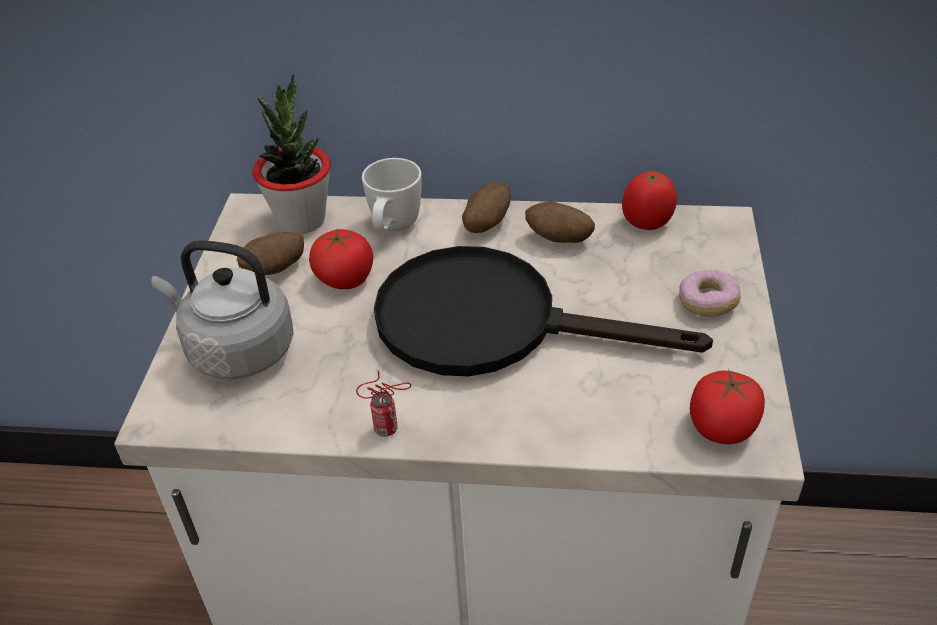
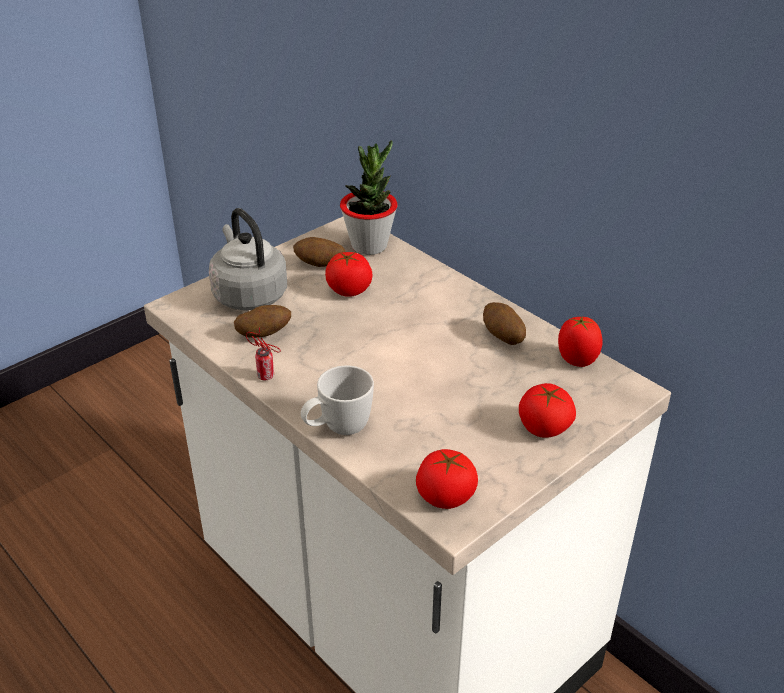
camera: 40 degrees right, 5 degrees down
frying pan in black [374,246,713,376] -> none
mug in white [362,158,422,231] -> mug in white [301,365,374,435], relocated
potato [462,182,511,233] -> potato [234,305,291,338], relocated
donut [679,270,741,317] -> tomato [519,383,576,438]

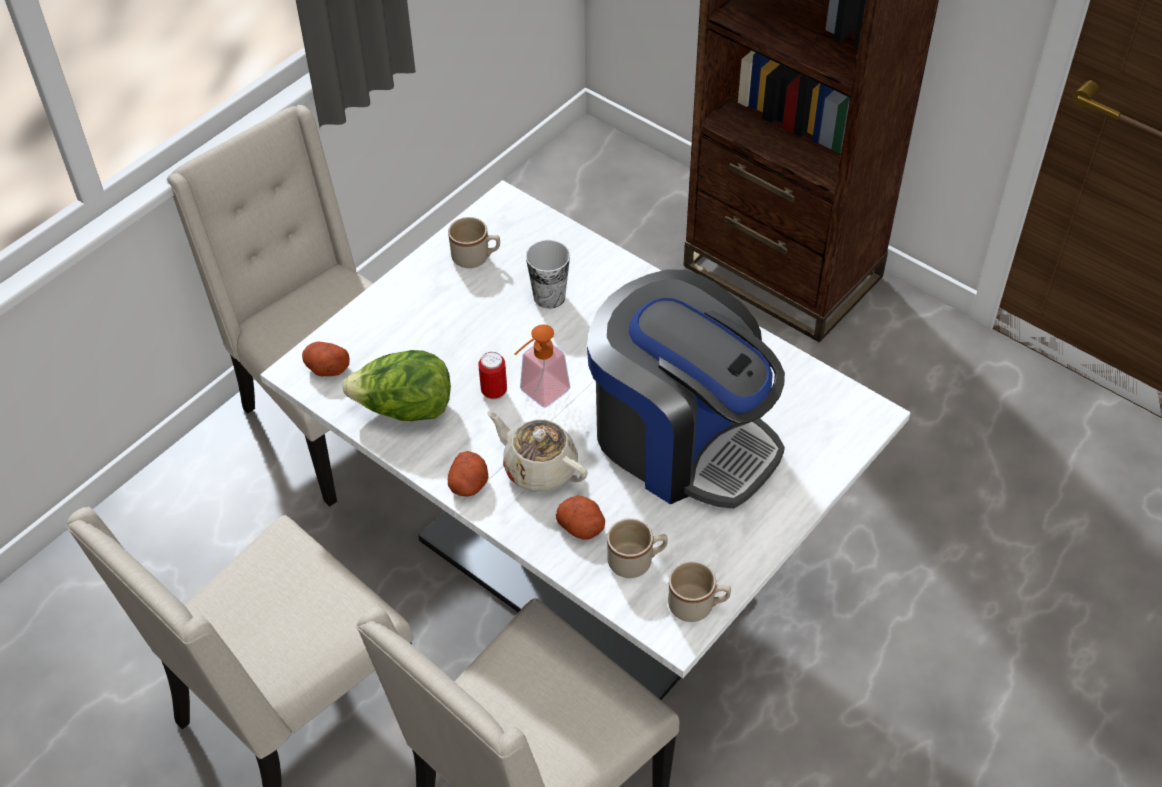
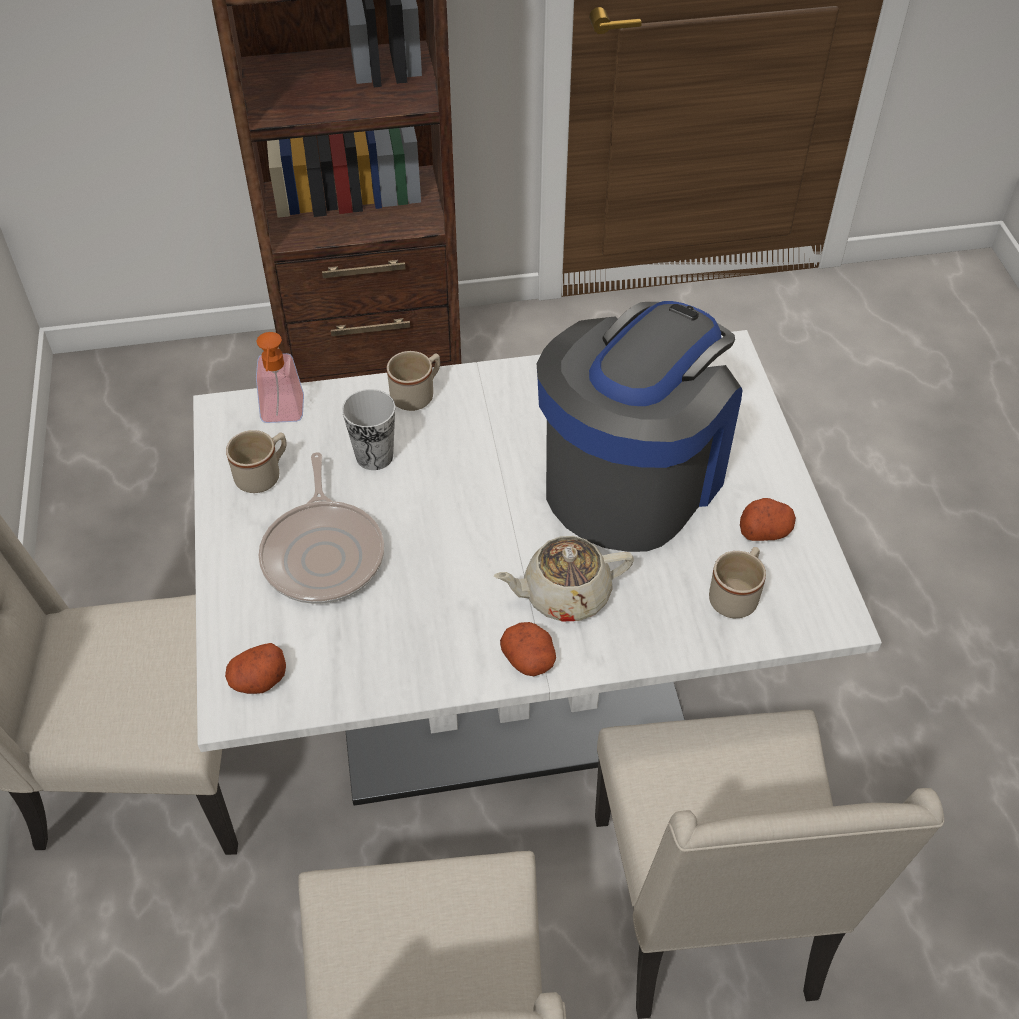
camera: 50 degrees left, 0 degrees up
lettuce [342,350,451,421] -> none
can [478,352,507,400] -> none
none -> frying pan [258,452,384,604]
soap dispenser [514,324,570,408] -> soap dispenser [256,332,304,423], relocated
potato [556,496,605,539] -> potato [740,498,796,541], relocated
mug in beige [668,561,731,622] -> mug in beige [387,351,440,411], relocated
coffee machine [587,269,785,509] -> coffee machine [536,301,743,552], 45 degrees counterclockwise

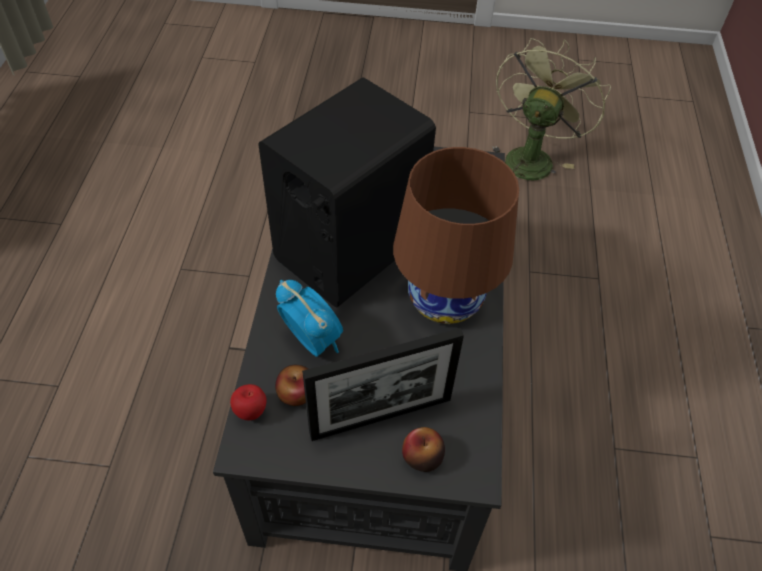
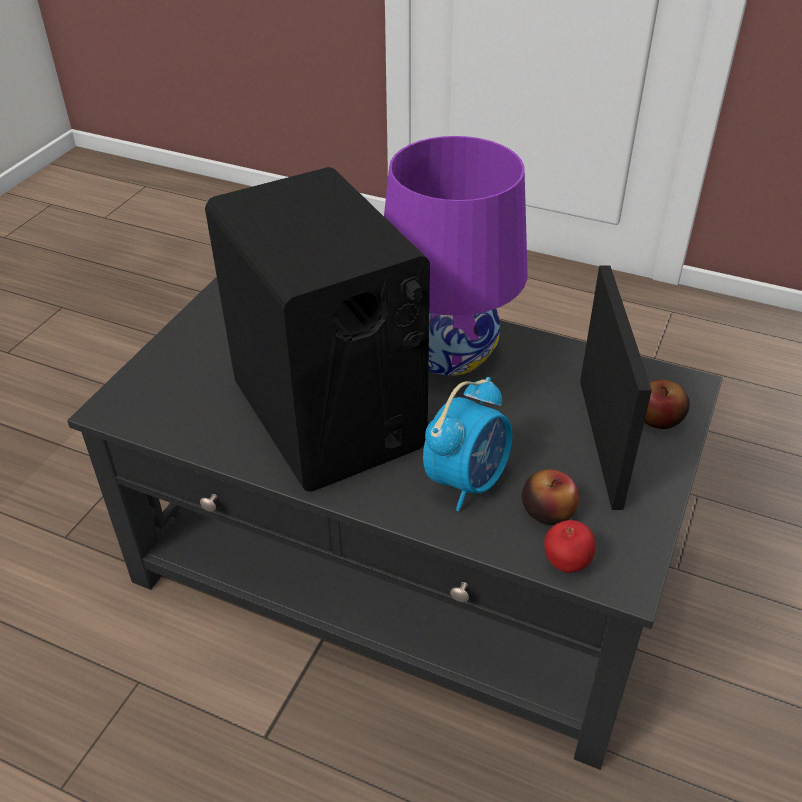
camera: 70 degrees left, 10 degrees down
fan in green [492,38,611,180] -> none
table lamp in brown [393,147,519,324] -> table lamp in purple [384,136,527,376]
alarm clock [276,280,343,357] -> alarm clock [423,377,512,511], 150 degrees clockwise

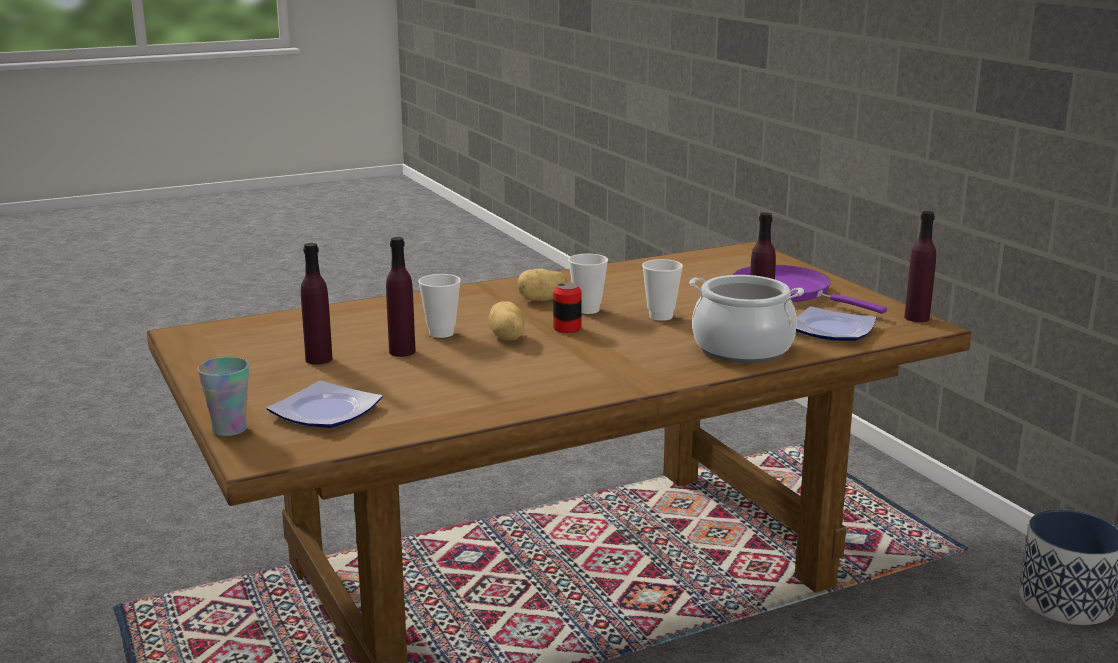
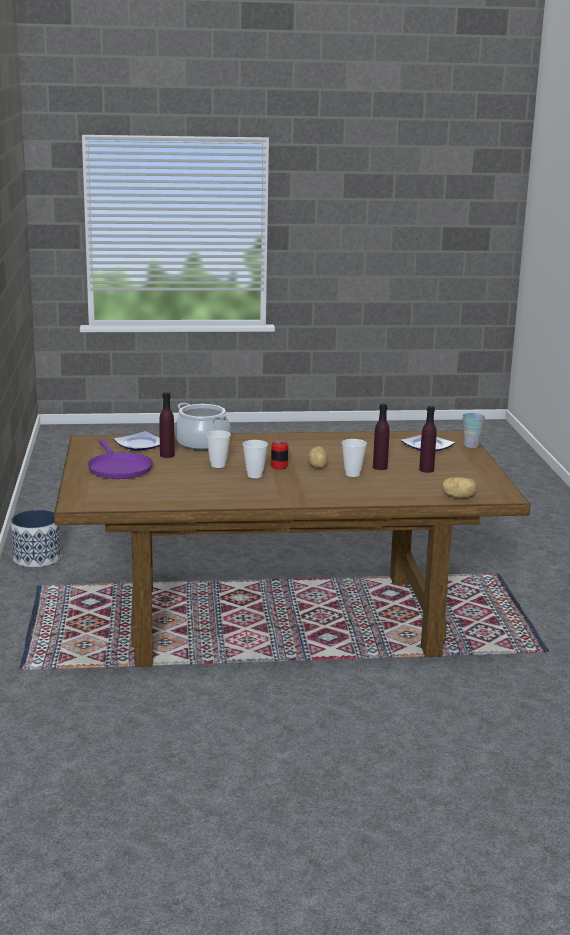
camera: 160 degrees left, 0 degrees up
bottle in purple [904,211,936,322] -> none
potato [517,269,567,301] -> potato [442,477,477,498], relocated

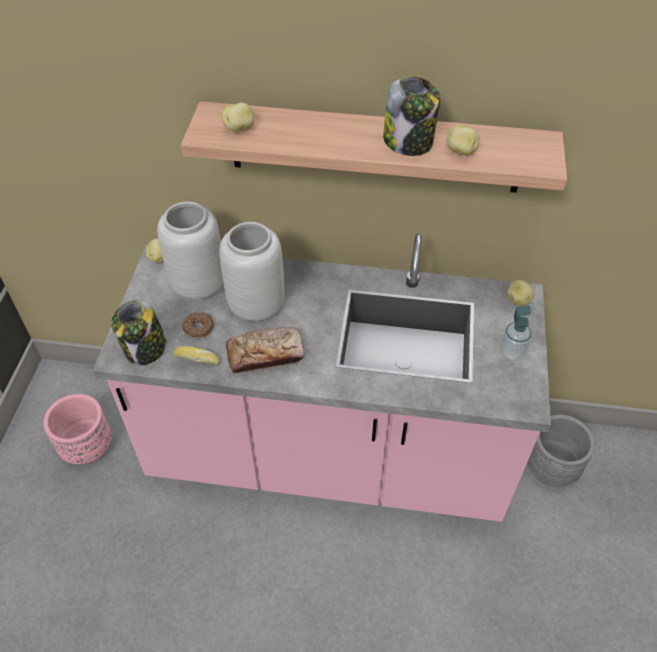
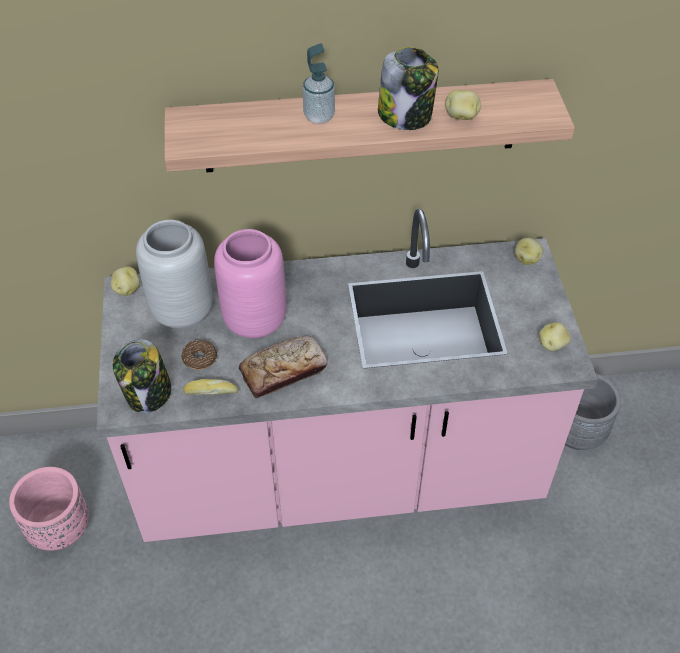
camera: 15 degrees left, 0 degrees up
potato [222,103,254,132] -> potato [539,322,571,351], relocated
soap dispenser [500,305,532,360] -> soap dispenser [303,43,335,124], relocated
vase in grey [219,222,285,321] -> vase in pink [214,229,286,338]

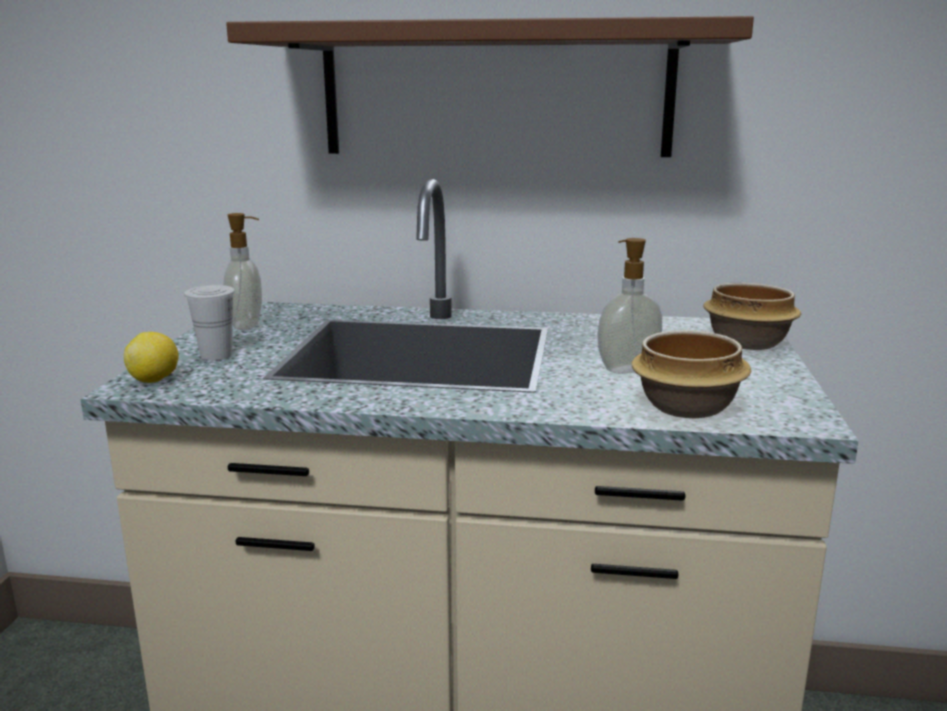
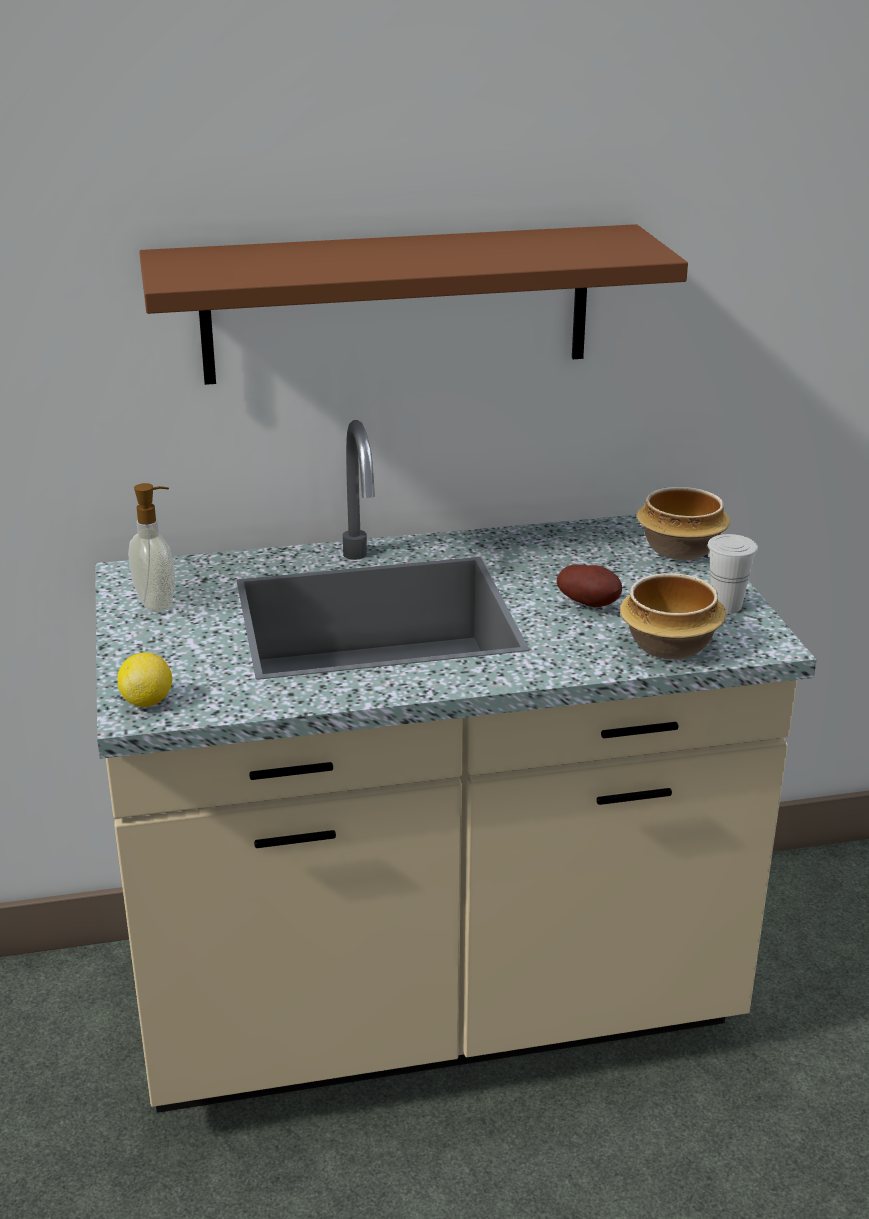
camera: 20 degrees left, 10 degrees up
cup in white [184,285,235,361] -> cup in white [708,534,758,613], relocated
soap dispenser [597,238,662,374] -> potato [557,564,622,607]

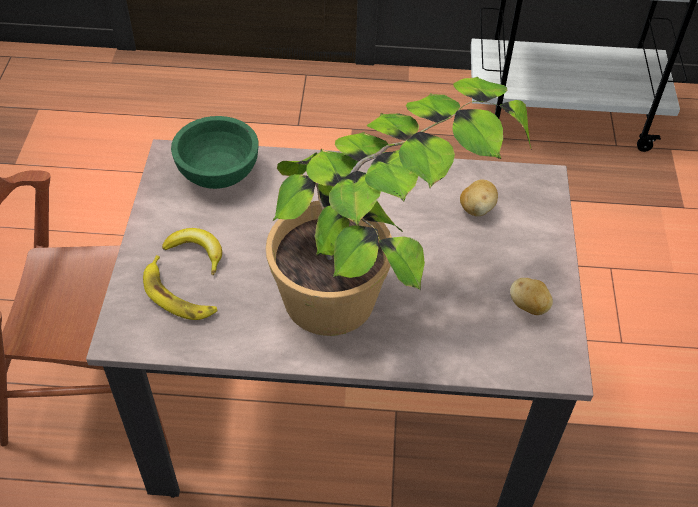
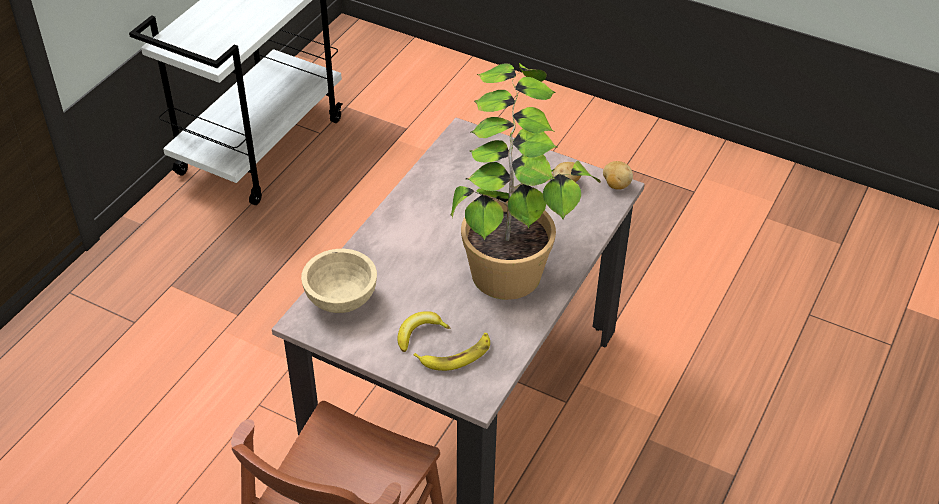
camera: 65 degrees left, 5 degrees down
potato [460,179,498,216] -> potato [603,161,633,190], relocated
bowl in green [171,116,258,189] -> bowl in beige [301,249,377,313]

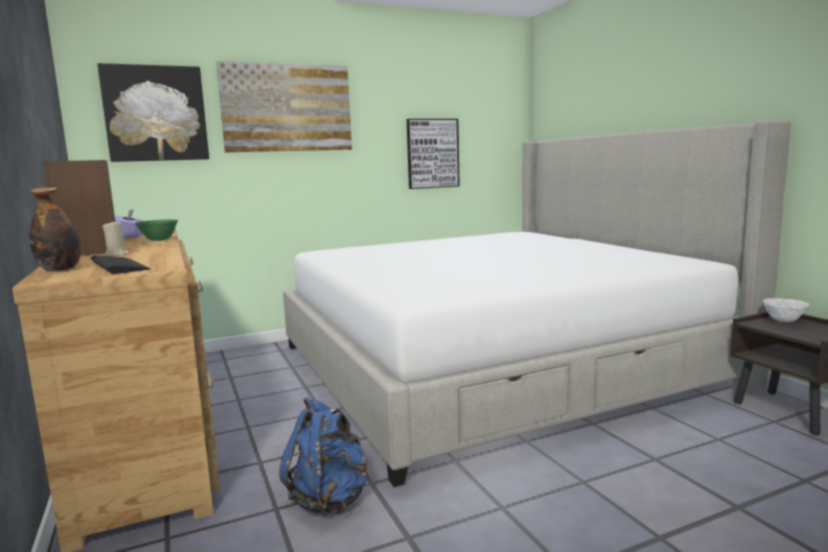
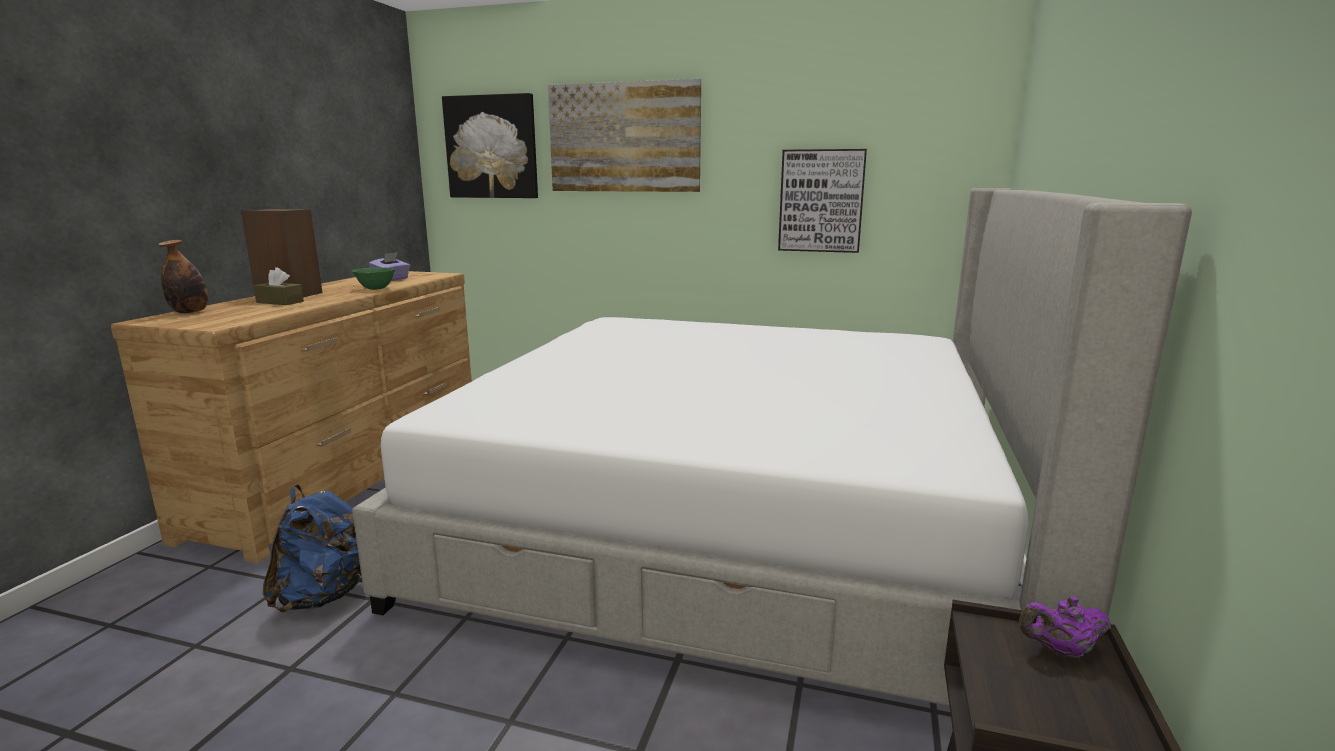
camera: 40 degrees right, 5 degrees up
keyboard [91,255,150,274] -> none
candle in beige [102,222,129,256] -> tissue box in brown [253,267,304,305]
bowl in white [763,298,809,322] -> teapot in purple [1019,596,1111,658]

